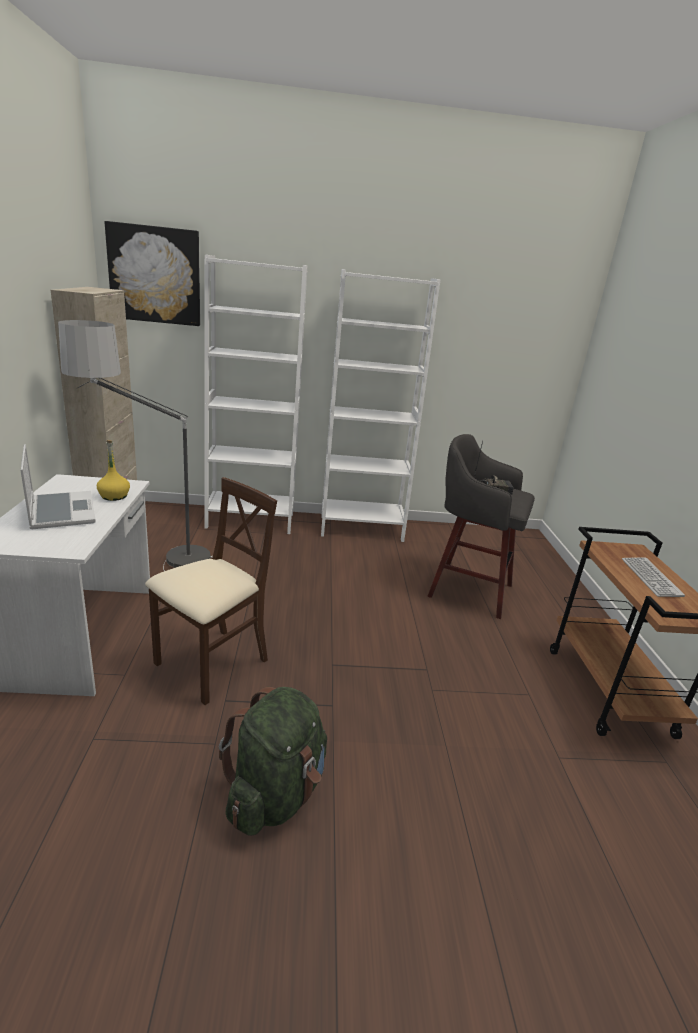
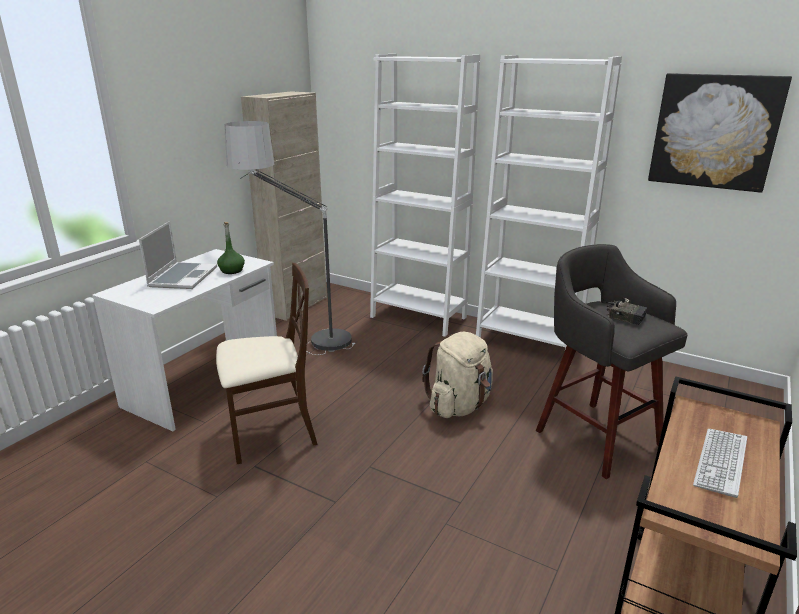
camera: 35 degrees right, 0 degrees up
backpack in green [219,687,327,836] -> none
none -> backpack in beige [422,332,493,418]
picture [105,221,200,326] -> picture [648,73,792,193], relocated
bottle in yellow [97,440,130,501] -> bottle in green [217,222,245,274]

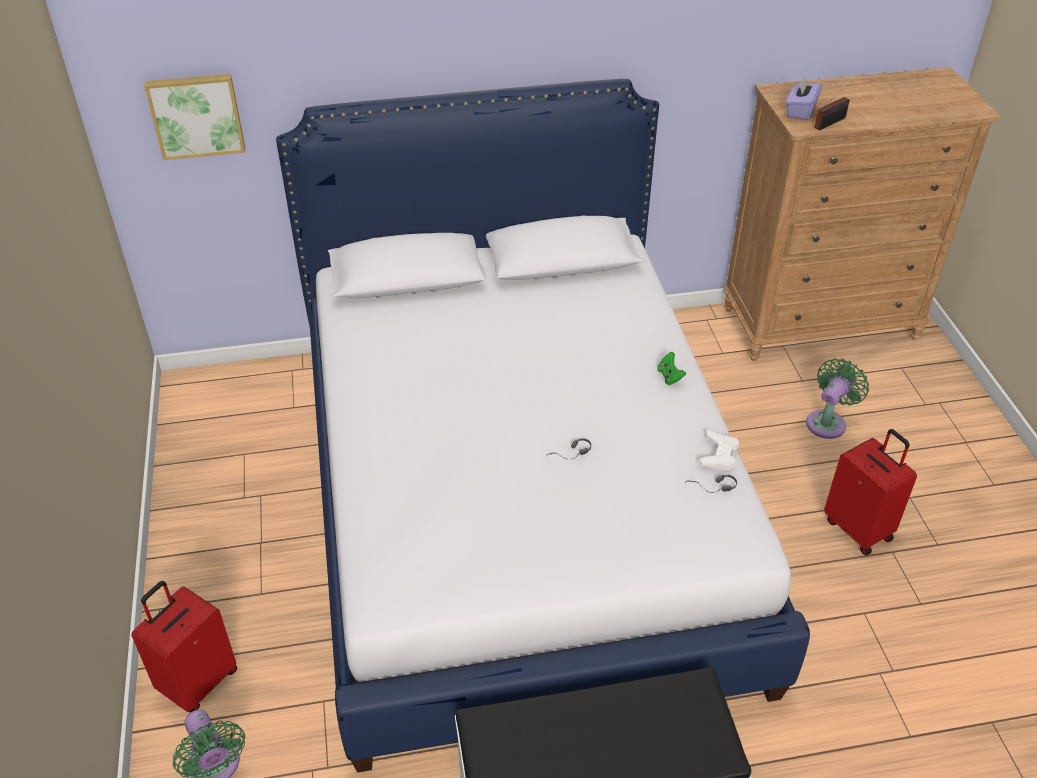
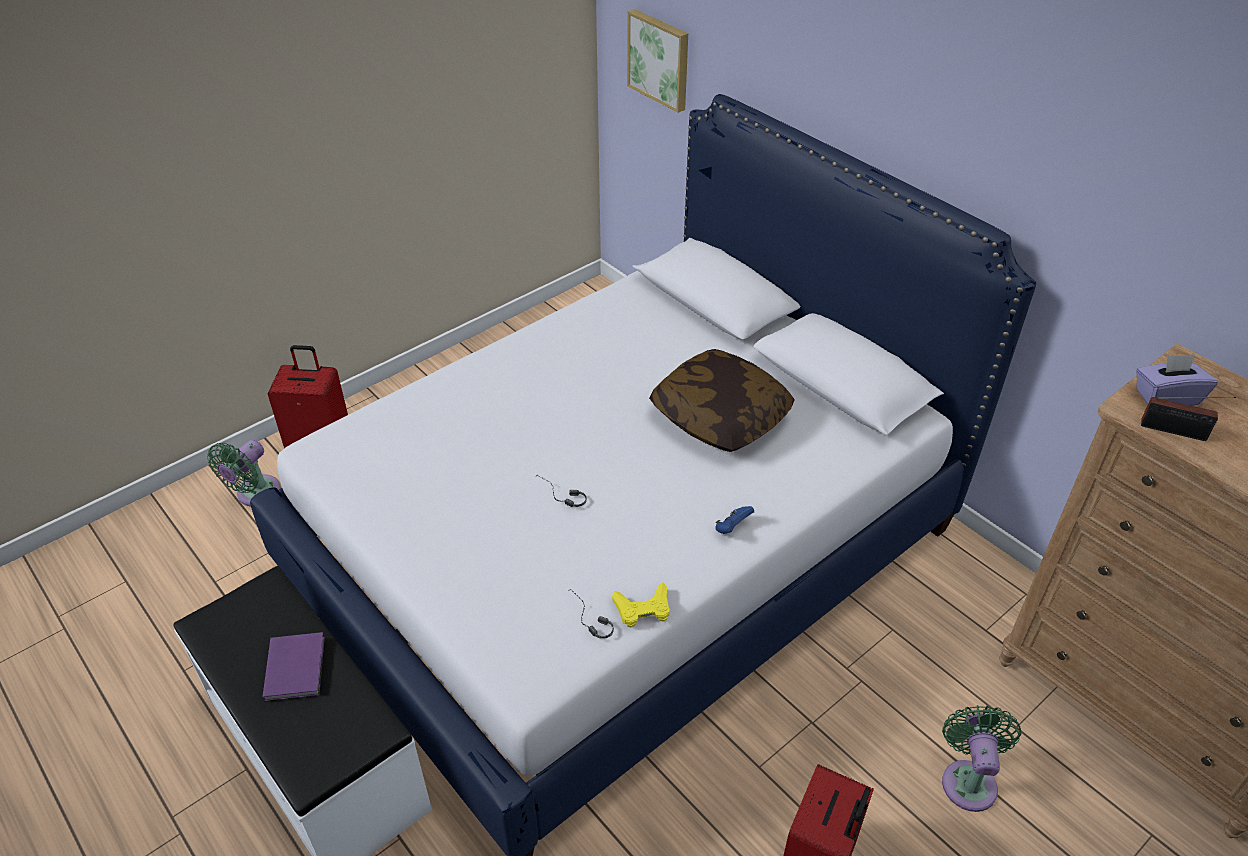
camera: 60 degrees right, 0 degrees up
none -> book in purple [263,632,325,702]
none -> pillow [649,349,795,452]
game controller in green [657,352,686,385] -> game controller in blue [715,506,754,534]
game controller in white [699,430,739,471] -> game controller in yellow [612,583,670,628]
fan in green [806,358,869,439] -> fan in green [942,705,1022,812], 90 degrees counterclockwise

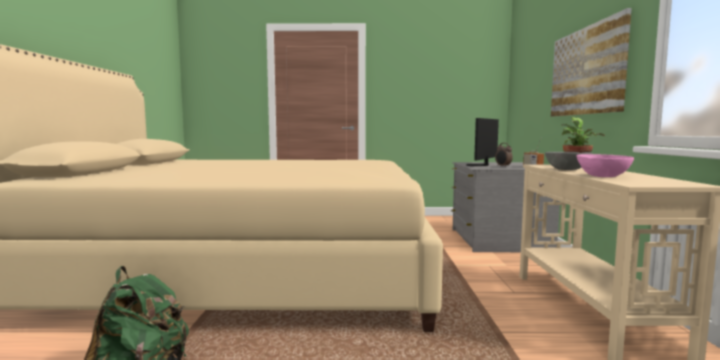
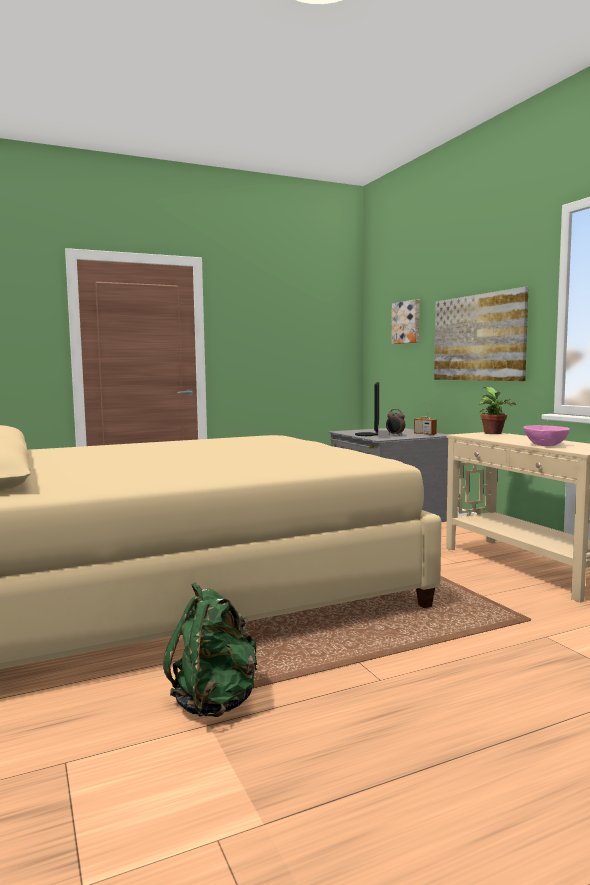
camera: 25 degrees left, 0 degrees up
bowl in grey [545,152,592,170] -> none
none -> picture [391,299,419,344]

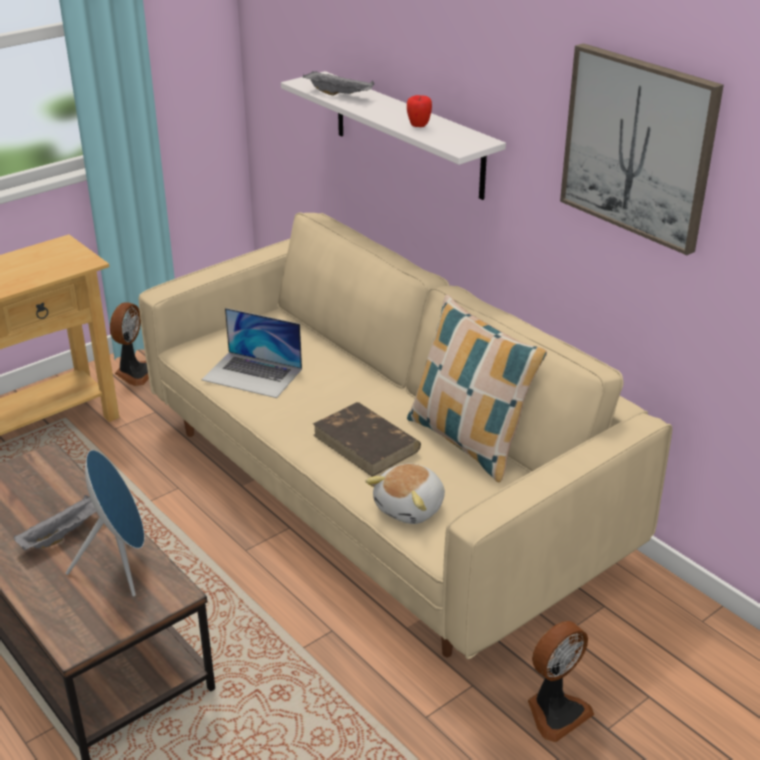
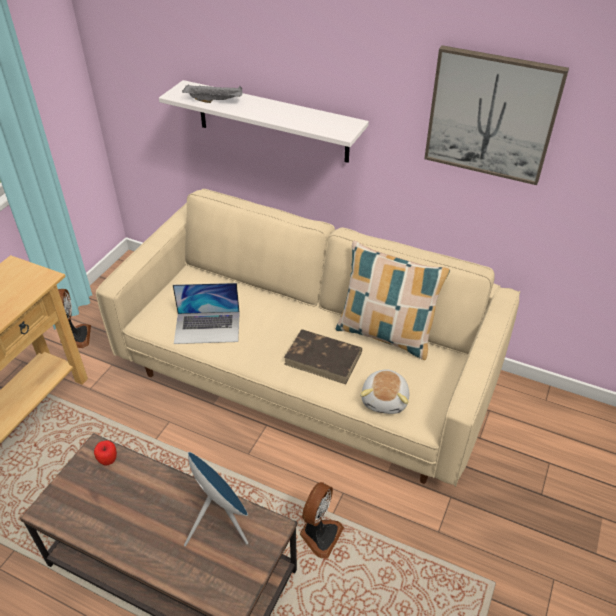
camera: 25 degrees left, 10 degrees up
tray in grey [14,495,97,550] -> none
apple [407,95,432,127] -> apple [94,440,117,466], relocated
fan [528,621,594,742] -> fan [300,482,344,558], relocated

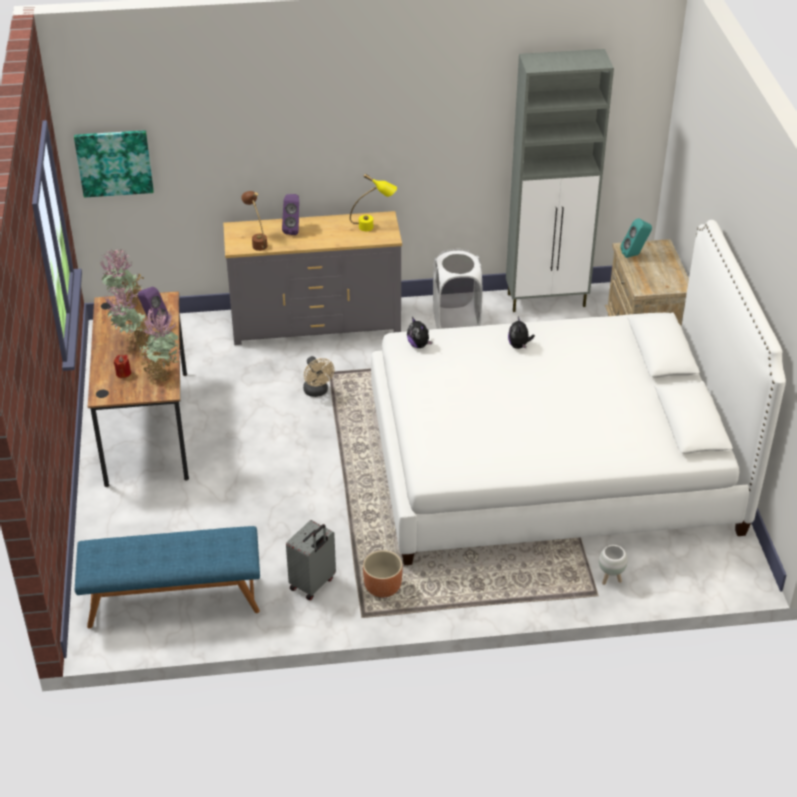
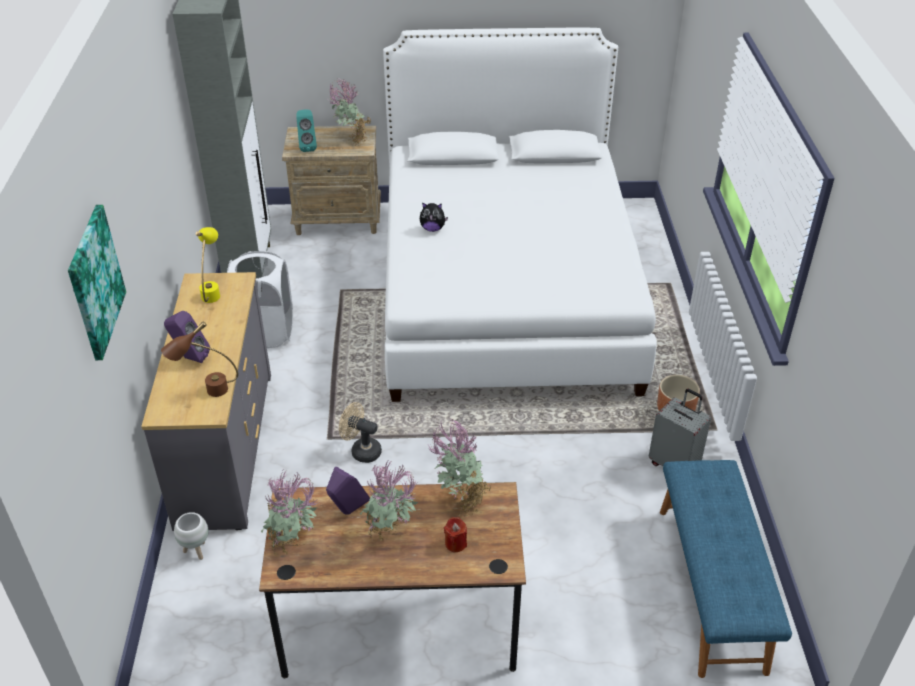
camera: 85 degrees left, 0 degrees up
plush toy [407,317,432,348] -> none
none -> potted plant [328,78,371,146]
picture [74,130,154,198] -> picture [68,205,126,360], relocated
planter in white [599,545,628,585] -> planter in white [174,512,209,560], relocated
fan in beige [303,356,334,397] -> fan in beige [339,402,382,463], 135 degrees counterclockwise

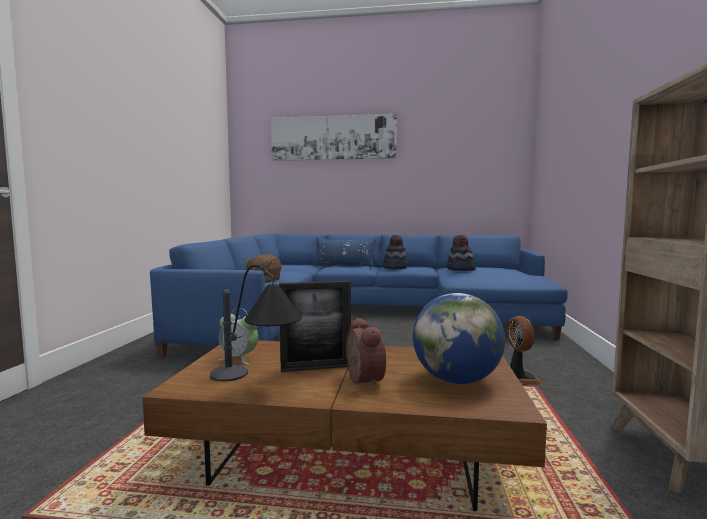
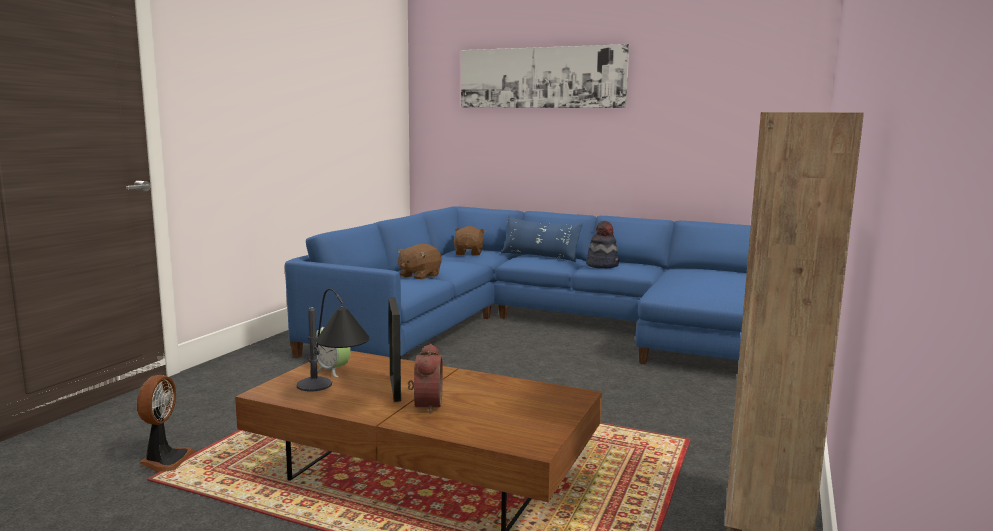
camera: 15 degrees right, 5 degrees up
globe [413,293,505,384] -> none
hat [447,235,476,271] -> none
none -> plush toy in brown [454,226,486,256]
fan [506,316,543,385] -> fan [137,375,196,472], relocated
picture frame [279,281,351,372] -> picture frame [389,297,401,402], 75 degrees clockwise

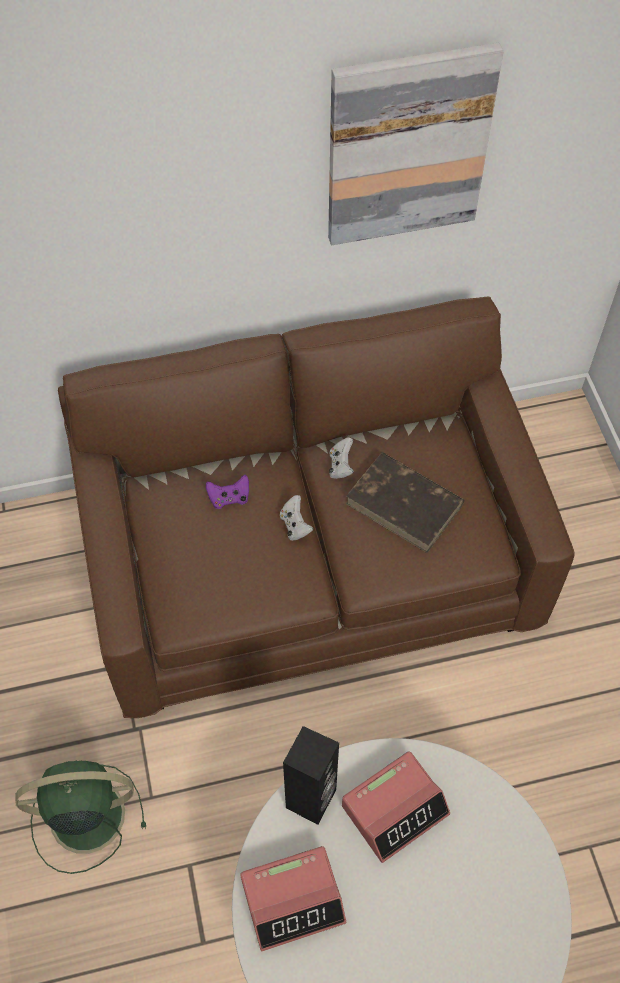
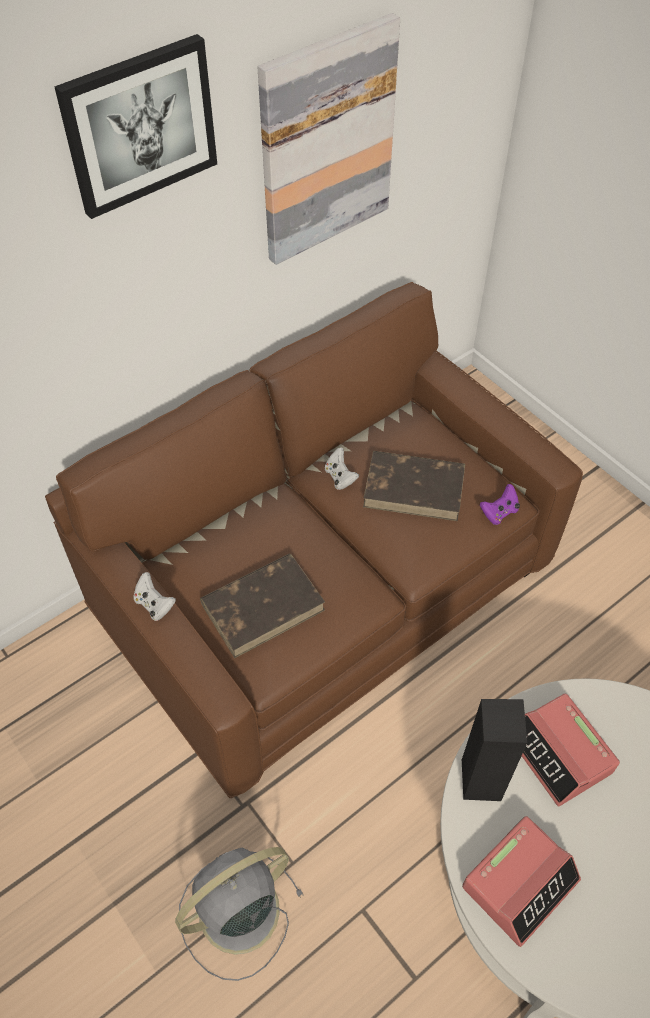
camera: 25 degrees left, 5 degrees down
none -> picture [54,34,217,219]
none -> book in brown [200,553,325,658]
game controller in purple [206,475,249,509] -> game controller in purple [480,484,520,525], relocated
game controller in white [280,495,313,541] -> game controller in white [133,572,176,621], relocated
fan in green [16,760,146,874] -> fan in grey [175,847,304,981]
alarm clock [342,751,450,863] -> alarm clock [522,693,620,807], 120 degrees clockwise

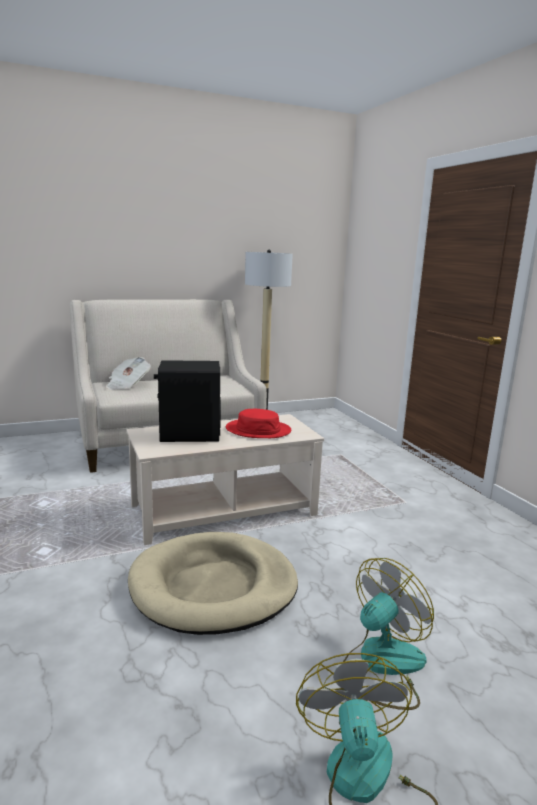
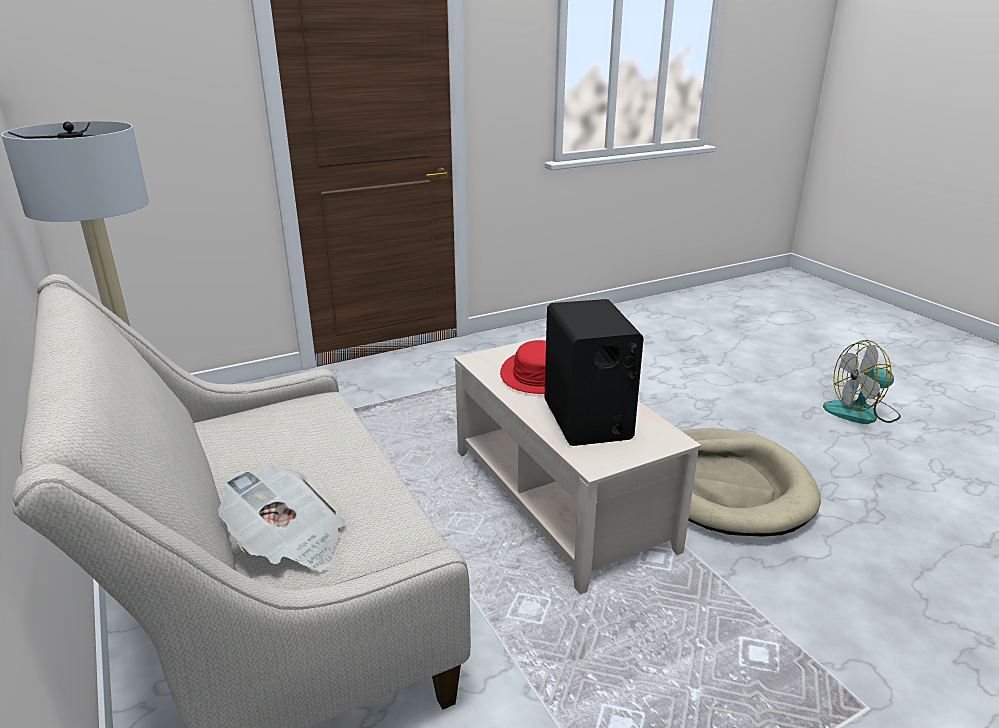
camera: 95 degrees left, 10 degrees up
fan [343,558,434,710] -> none

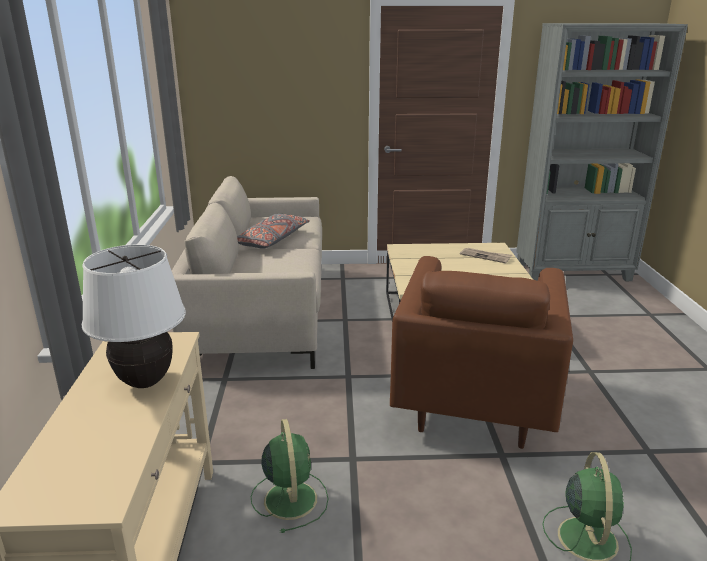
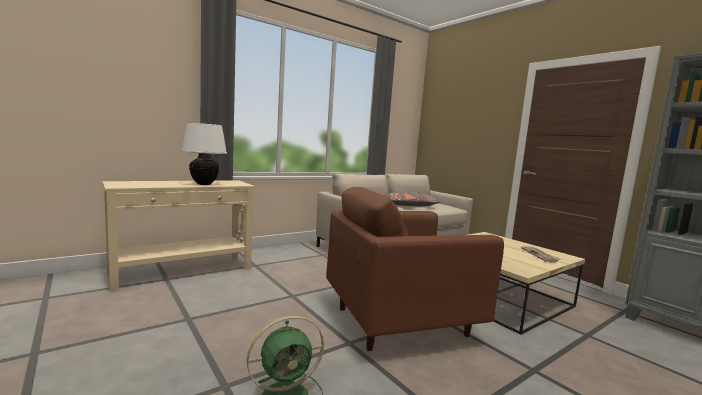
camera: 55 degrees right, 15 degrees down
fan in green [251,419,328,533] -> none

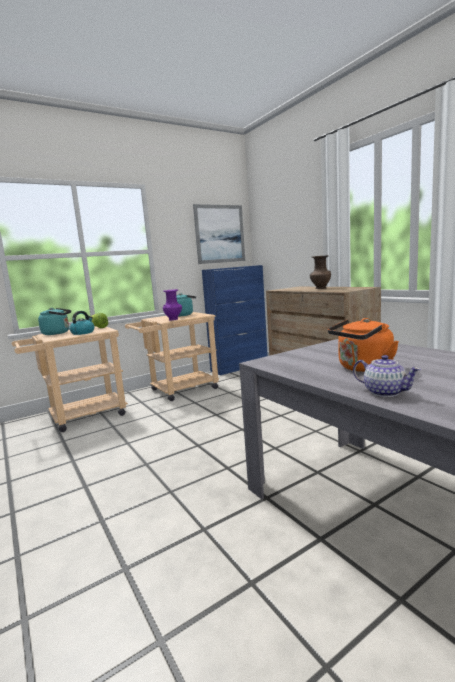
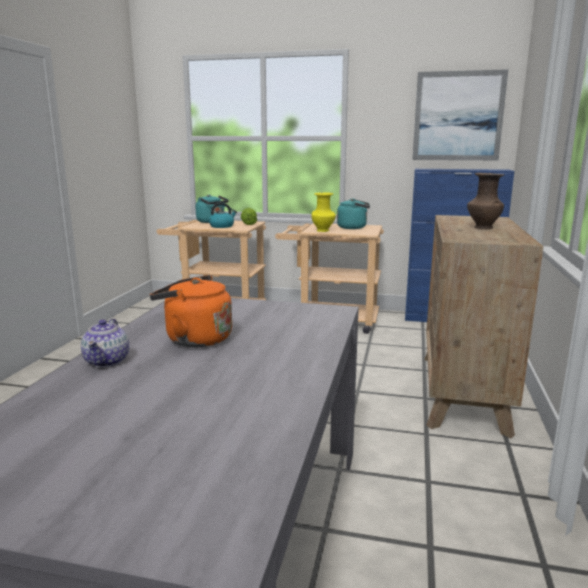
camera: 45 degrees right, 5 degrees up
vase in purple [163,289,182,320] -> vase in yellow [311,192,336,232]

